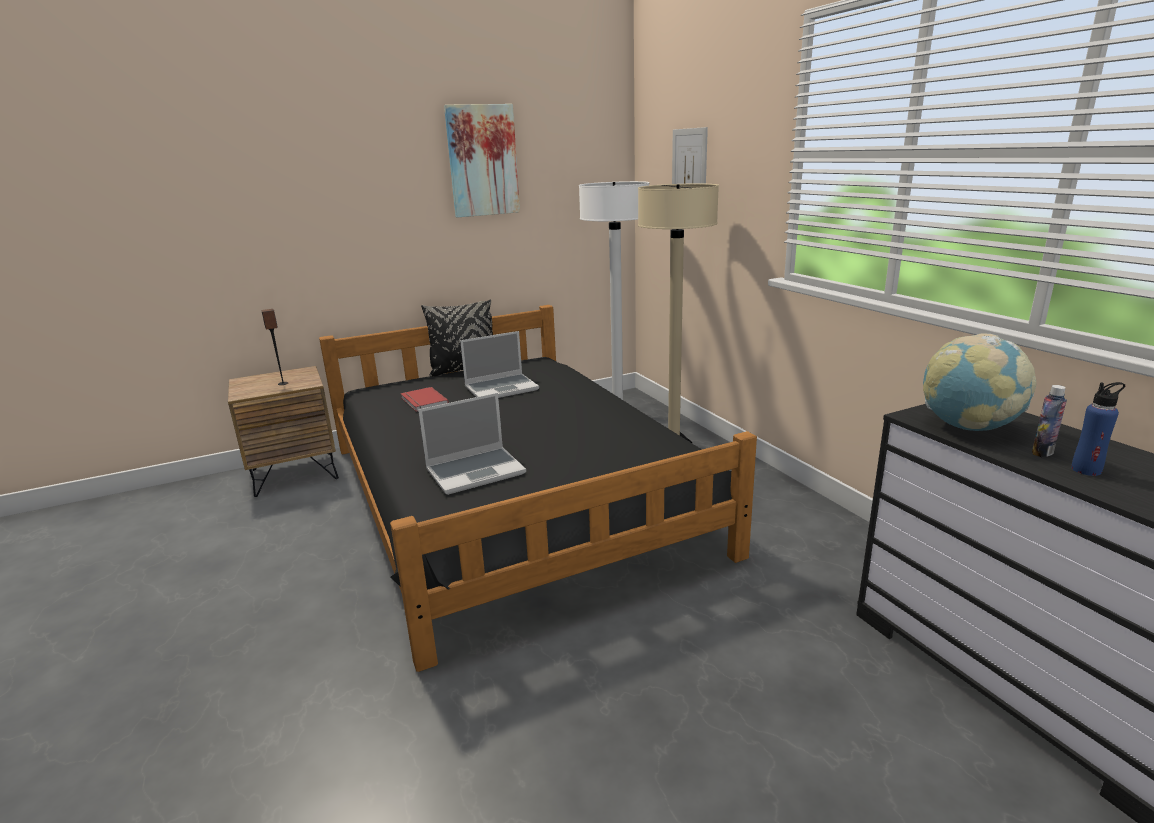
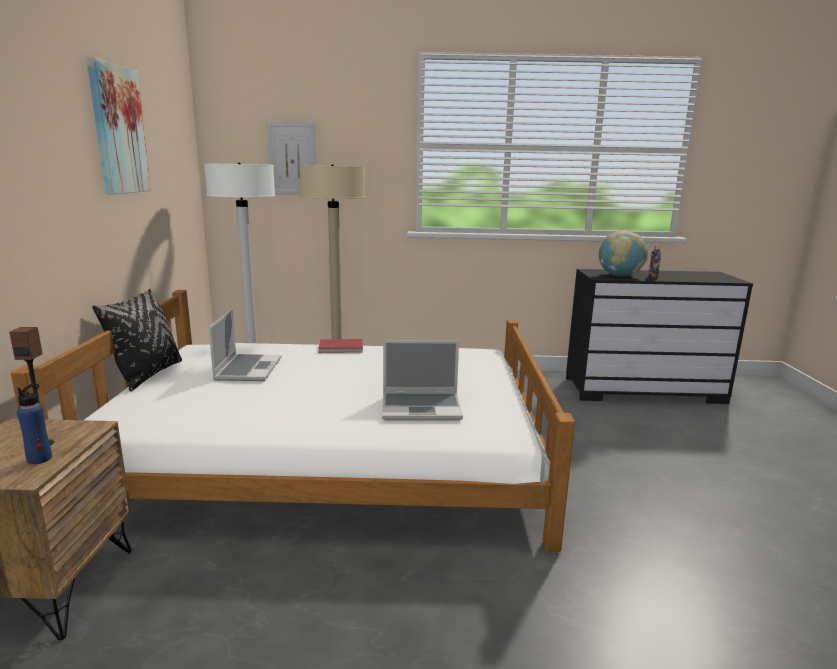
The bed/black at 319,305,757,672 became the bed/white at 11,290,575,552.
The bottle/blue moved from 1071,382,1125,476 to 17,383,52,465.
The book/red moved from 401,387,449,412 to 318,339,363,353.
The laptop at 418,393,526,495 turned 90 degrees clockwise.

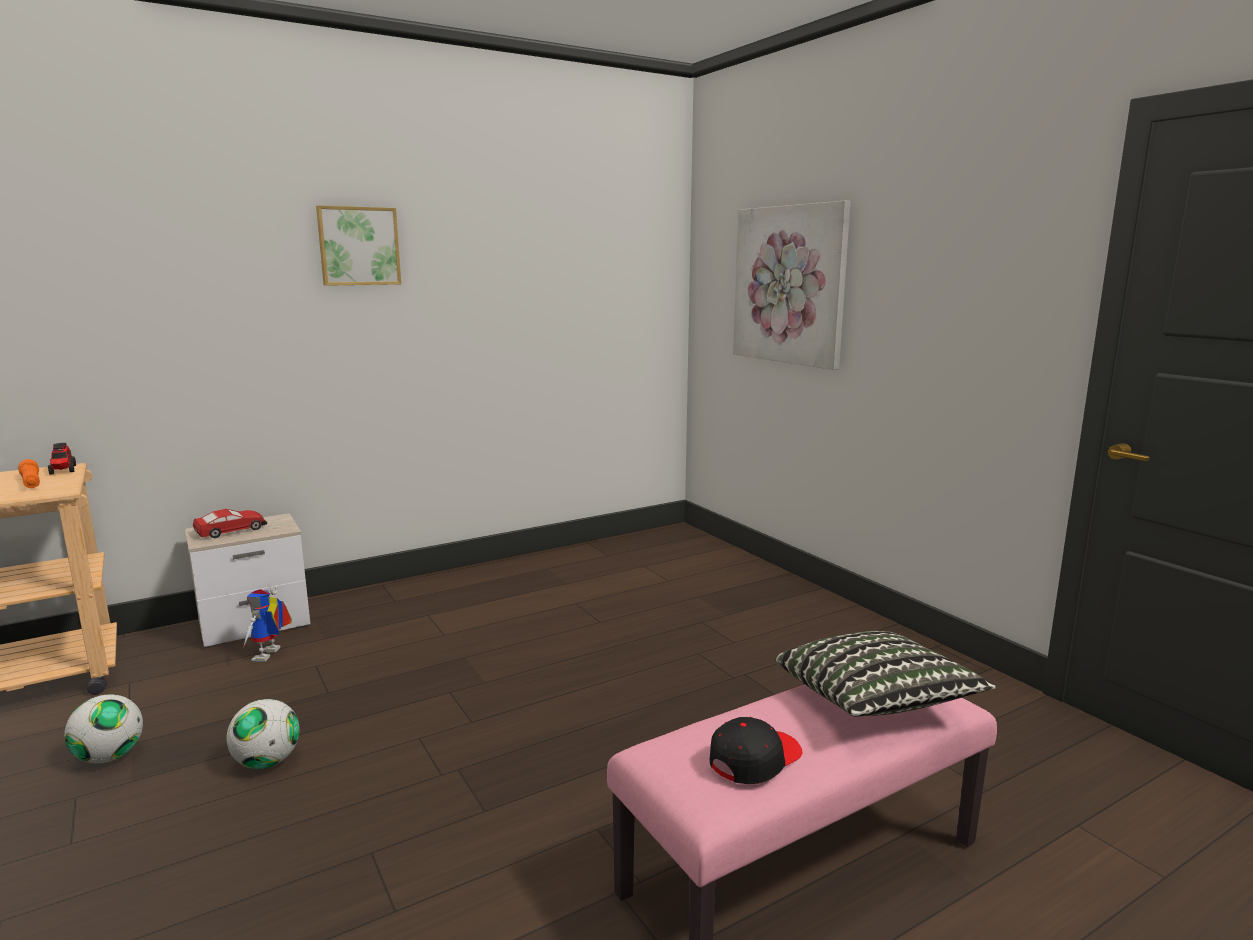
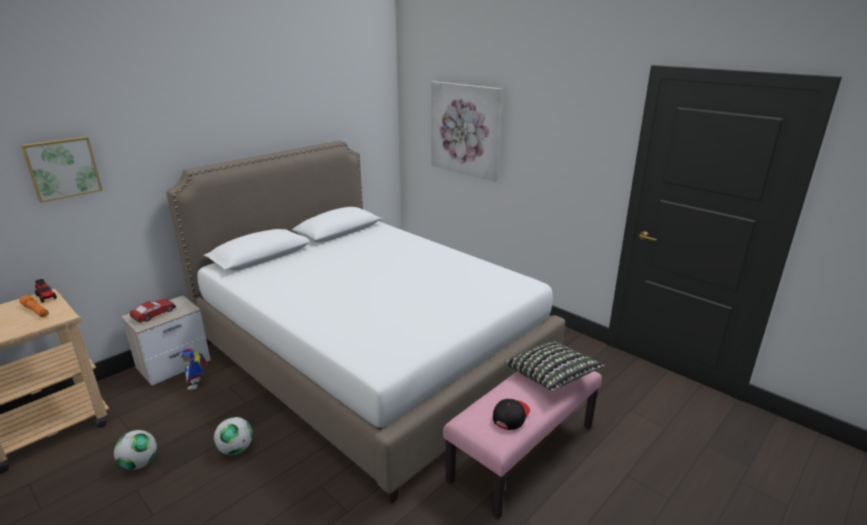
The picture moved from 316,205,401,286 to 21,136,103,203.
The bed/white at 166,141,565,504 appeared.

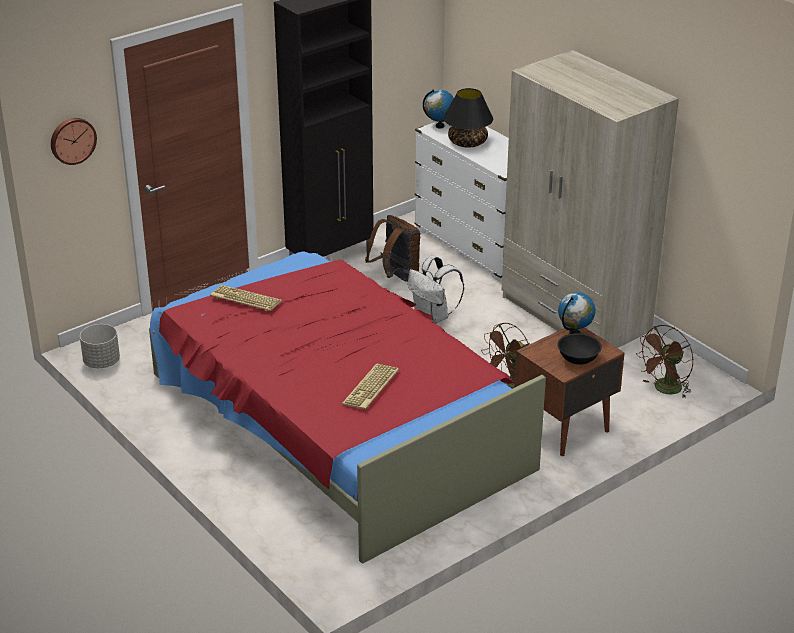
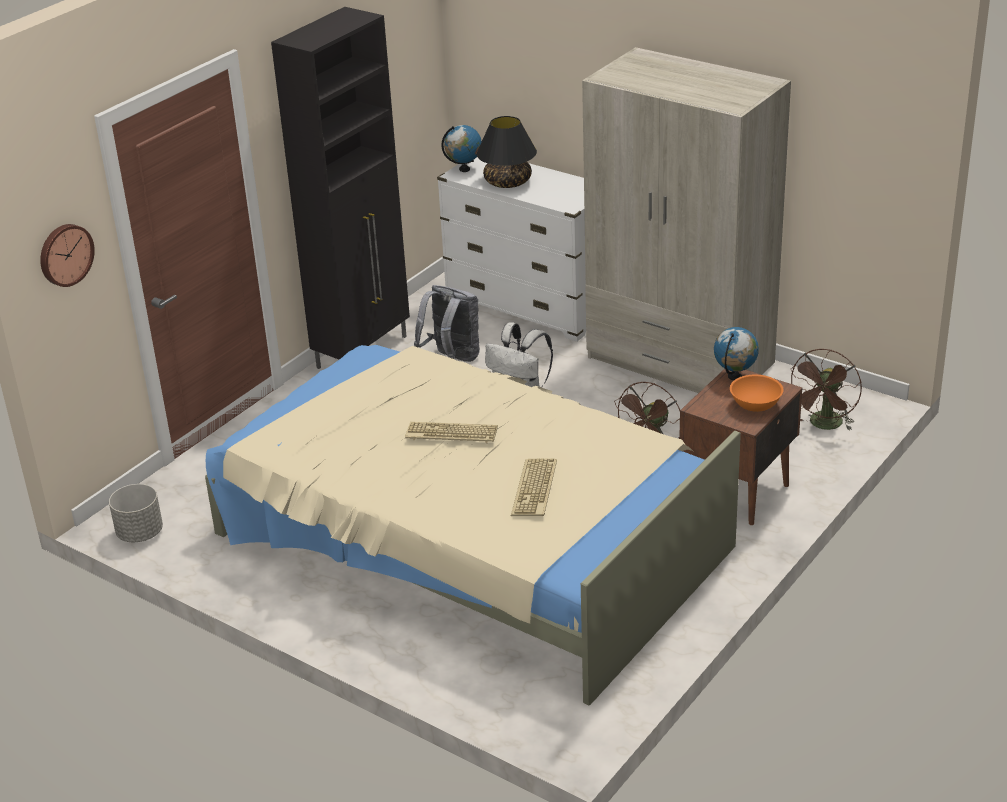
The backpack/brown at 365,215,421,282 became the backpack/grey at 414,285,480,362.
The bed/red at 149,251,546,564 became the bed/beige at 205,345,741,706.
The keyboard moved from 210,285,282,311 to 405,422,498,443.
The bowl/black at 557,333,602,365 became the bowl/orange at 730,375,784,412.

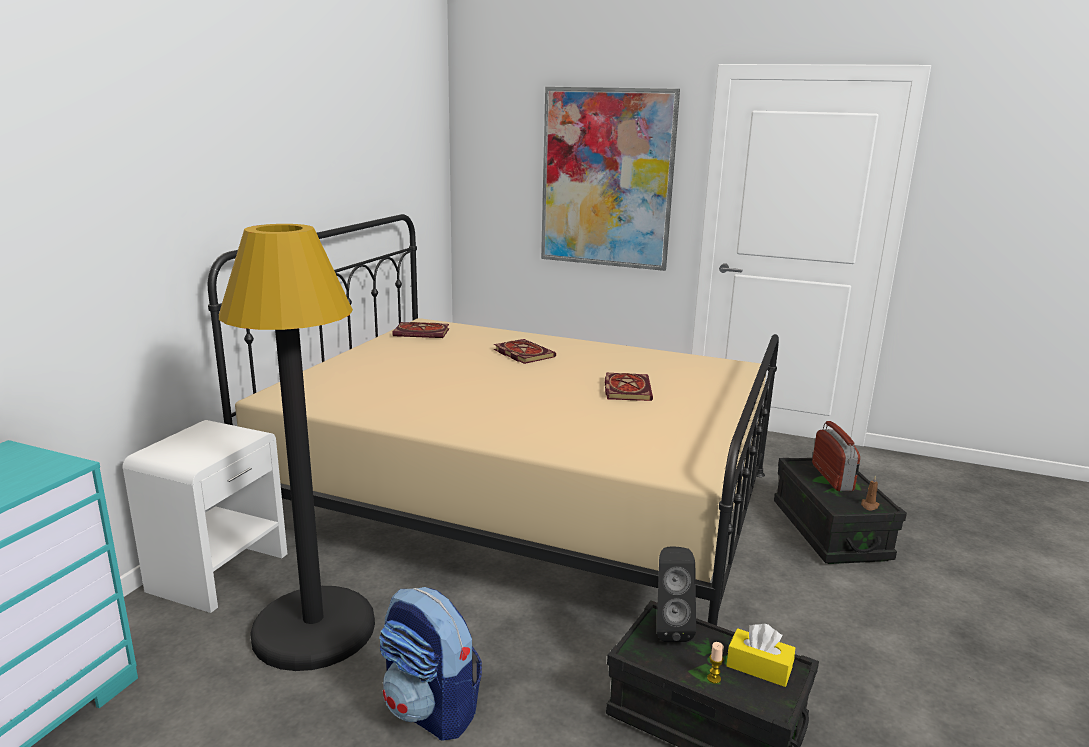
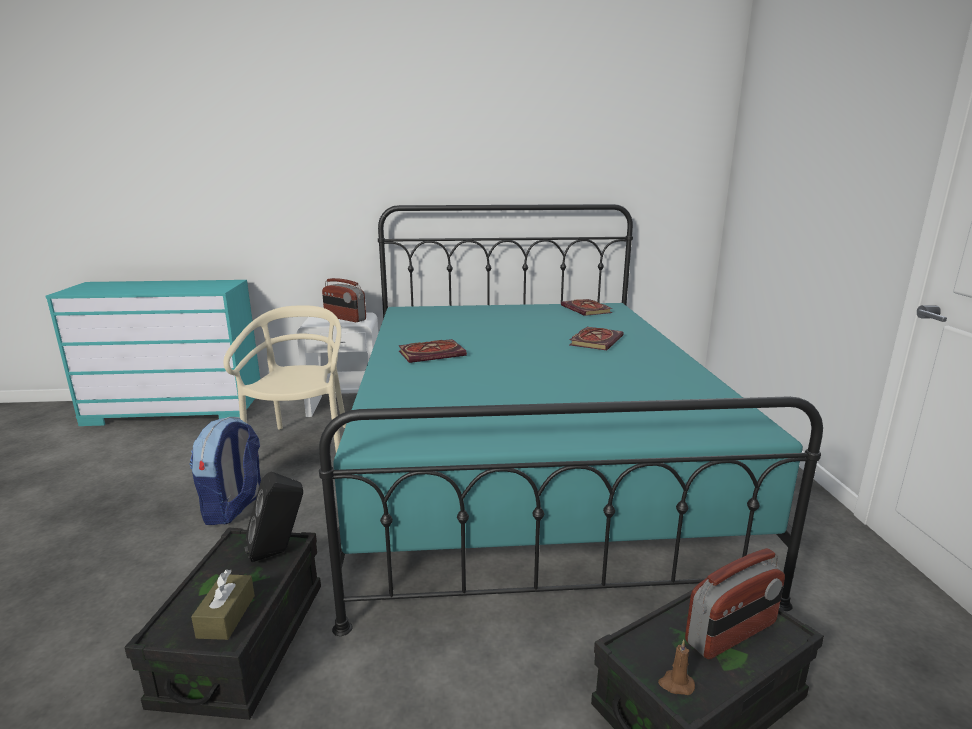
The picture at 541,87,680,271 disappeared.
The bed/beige at 208,214,779,626 became the bed/turquoise at 319,204,823,636.
The floor lamp/black at 219,224,375,671 was replaced by the chair/beige at 223,305,347,453.
The book moved from 605,373,653,401 to 398,339,467,363.
The tissue box/yellow at 726,624,795,687 became the tissue box/brown at 191,569,255,640.
The candle at 707,642,724,684 disappeared.
The radio at 322,278,366,322 appeared.

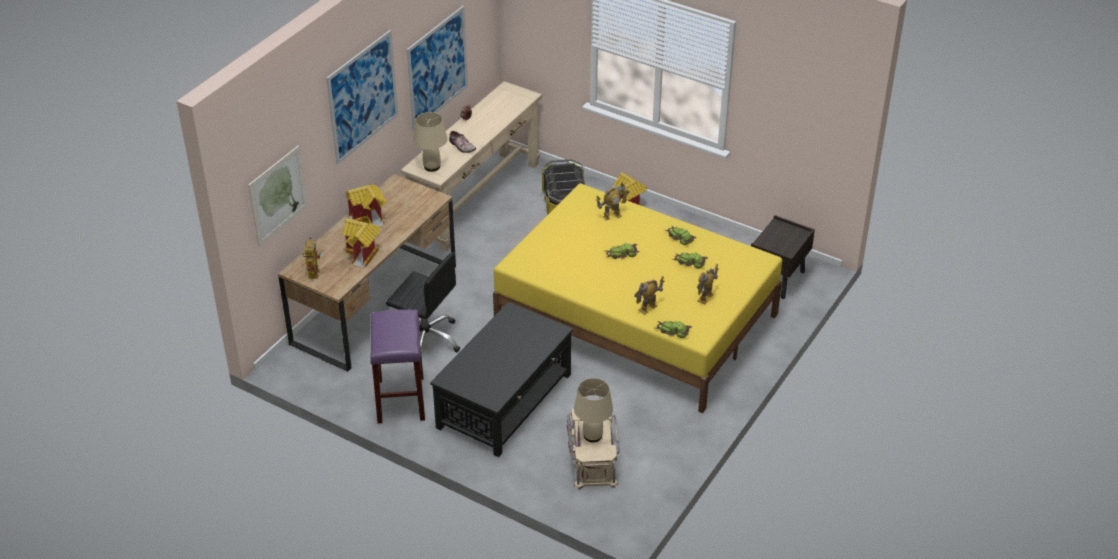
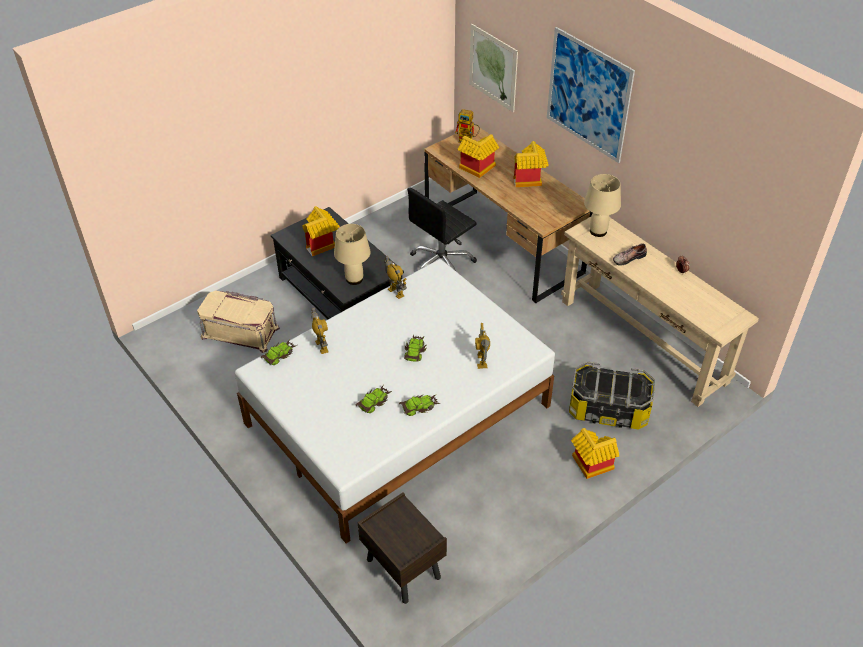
The picture at 407,6,468,132 disappeared.
The bed/yellow at 493,184,782,413 became the bed/white at 235,259,555,544.
The toy robot moved from 697,264,719,304 to 384,256,407,299.
The stool/purple at 370,309,425,424 disappeared.
The table lamp/beige moved from 574,378,613,442 to 334,224,371,285.
The toy house at 302,206,340,256 appeared.

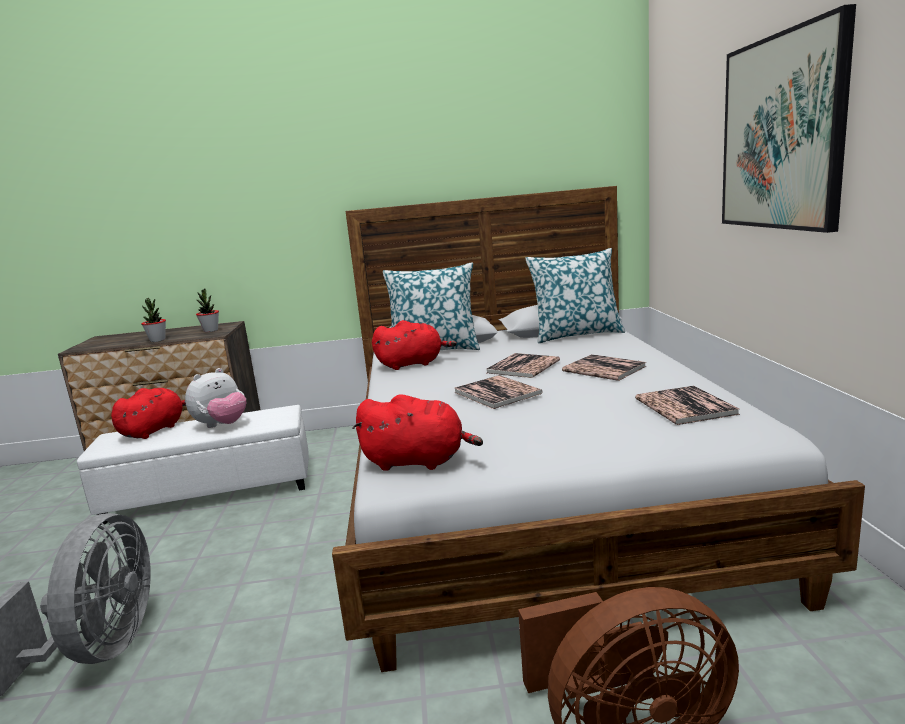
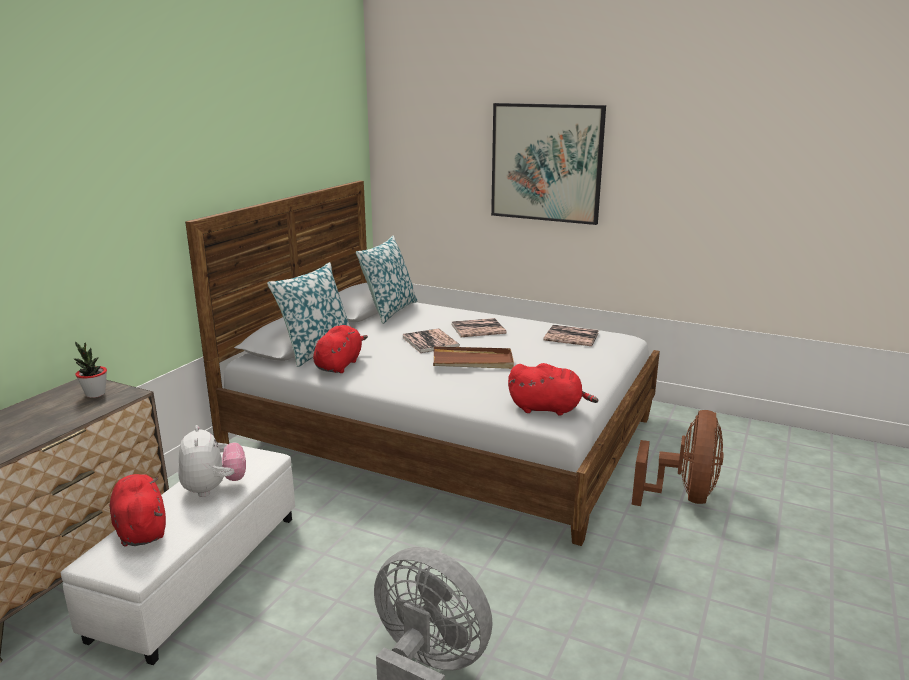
The potted plant at 141,298,166,342 disappeared.
The book at 454,375,543,409 was replaced by the tray/brown at 433,346,514,369.
The plush toy/red at 352,394,483,471 turned 60 degrees clockwise.

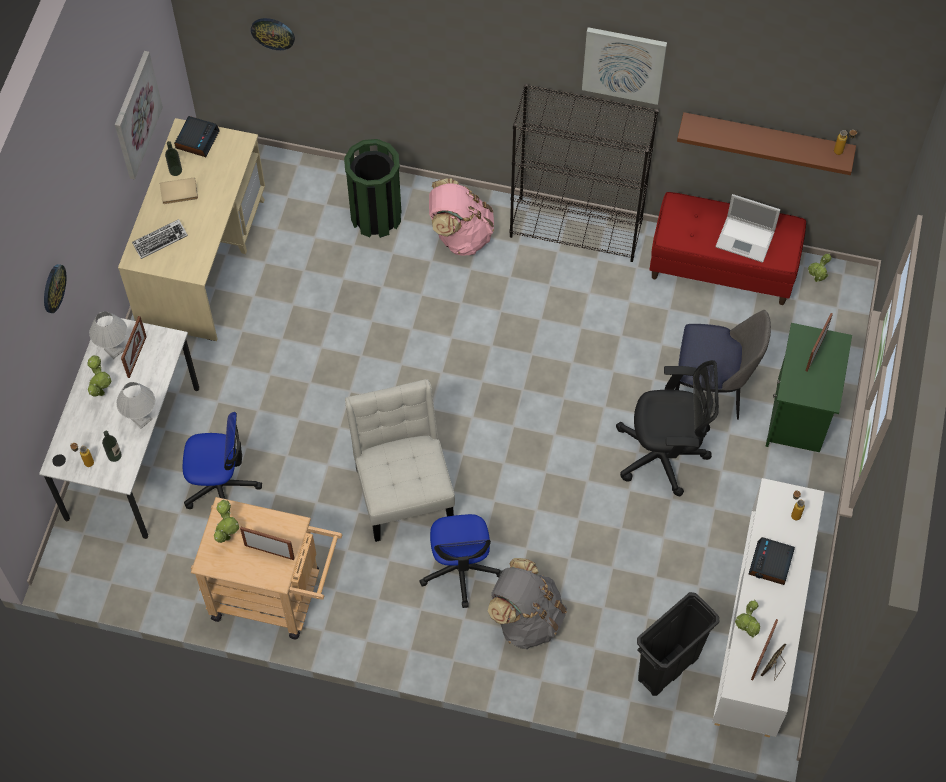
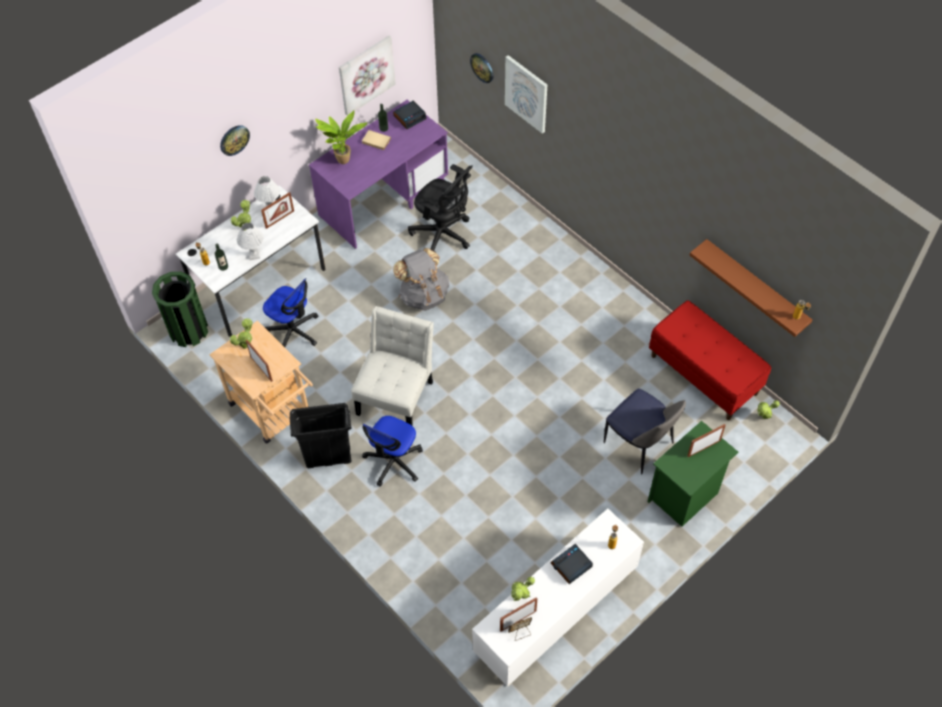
The picture moved from 582,27,667,105 to 505,55,547,134.
The bookcase/black at 510,84,659,262 disappeared.
The desk/beige at 118,118,265,341 became the desk/purple at 309,100,448,249.
The trash can/green moved from 344,139,402,238 to 152,272,208,347.
The backpack/pink at 429,178,494,256 disappeared.
The laptop at 715,194,781,263 disappeared.
The keyboard at 132,219,188,259 was replaced by the potted plant at 315,111,367,164.
The office chair/black moved from 616,360,719,496 to 408,164,473,252.
The backpack/grey moved from 488,558,567,649 to 393,248,449,311.
The trash can/black moved from 637,592,719,696 to 290,403,352,468.

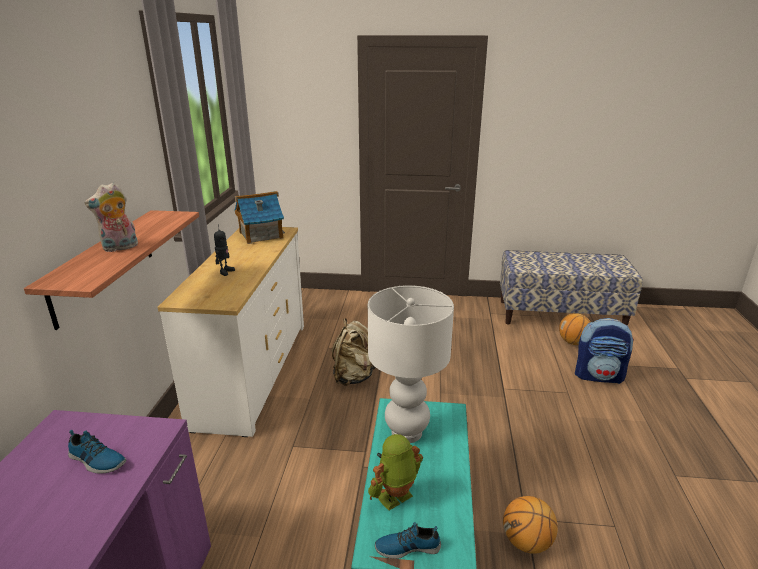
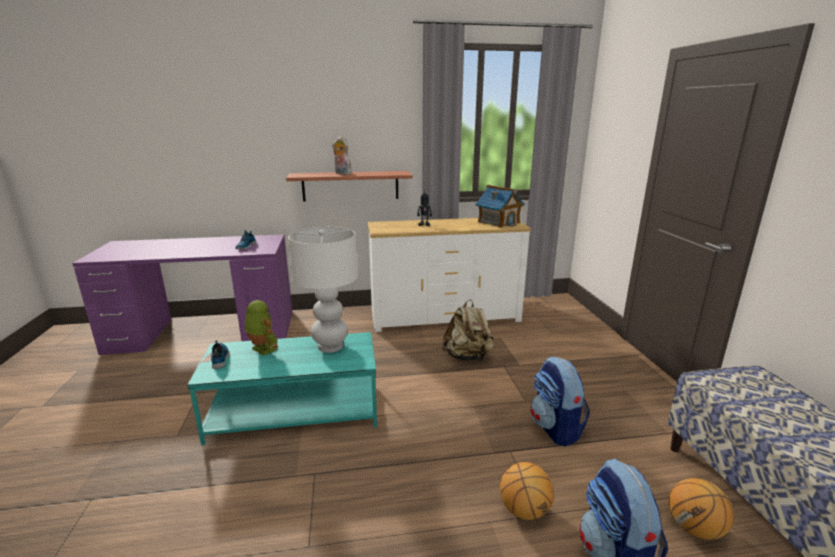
The basketball moved from 503,496,558,554 to 500,462,554,520.
The backpack at 531,356,590,447 appeared.

